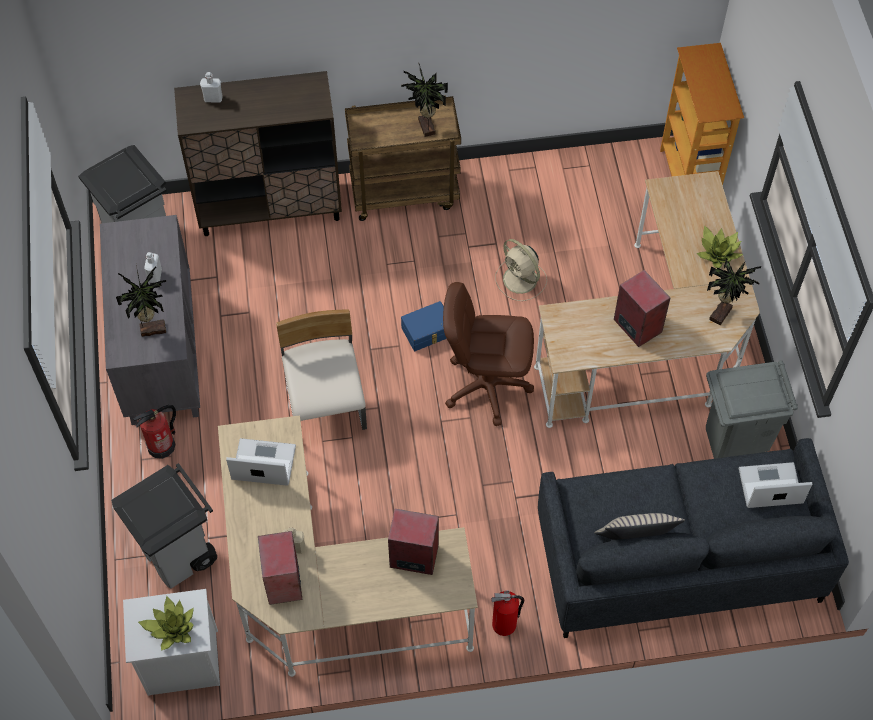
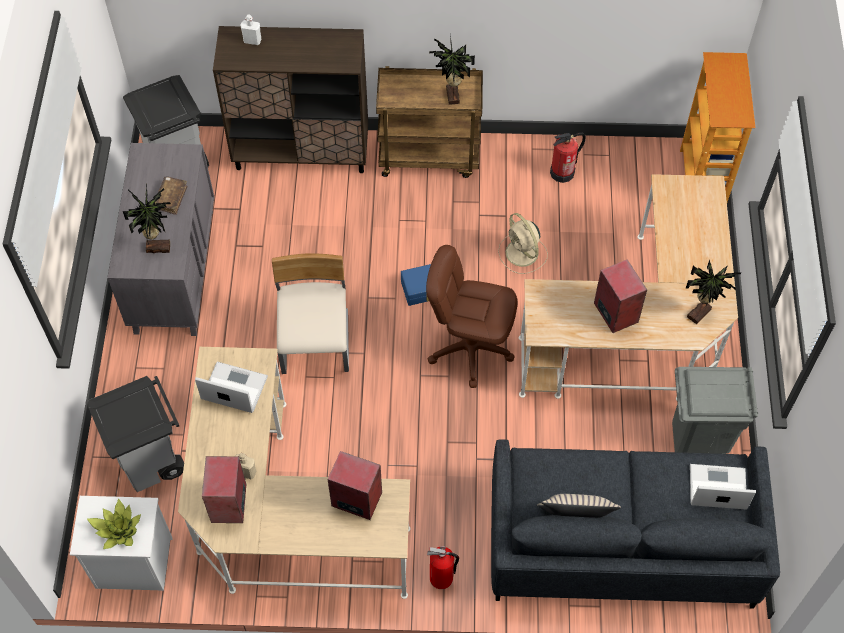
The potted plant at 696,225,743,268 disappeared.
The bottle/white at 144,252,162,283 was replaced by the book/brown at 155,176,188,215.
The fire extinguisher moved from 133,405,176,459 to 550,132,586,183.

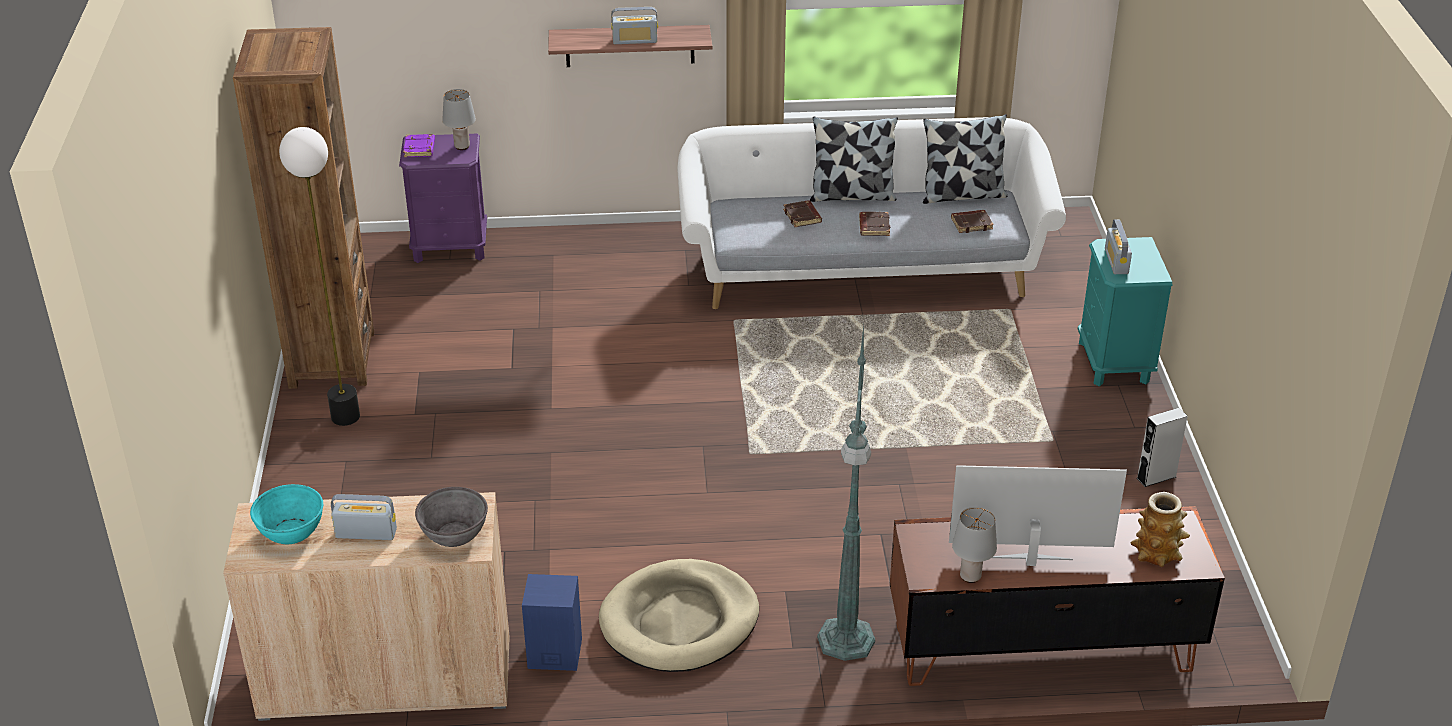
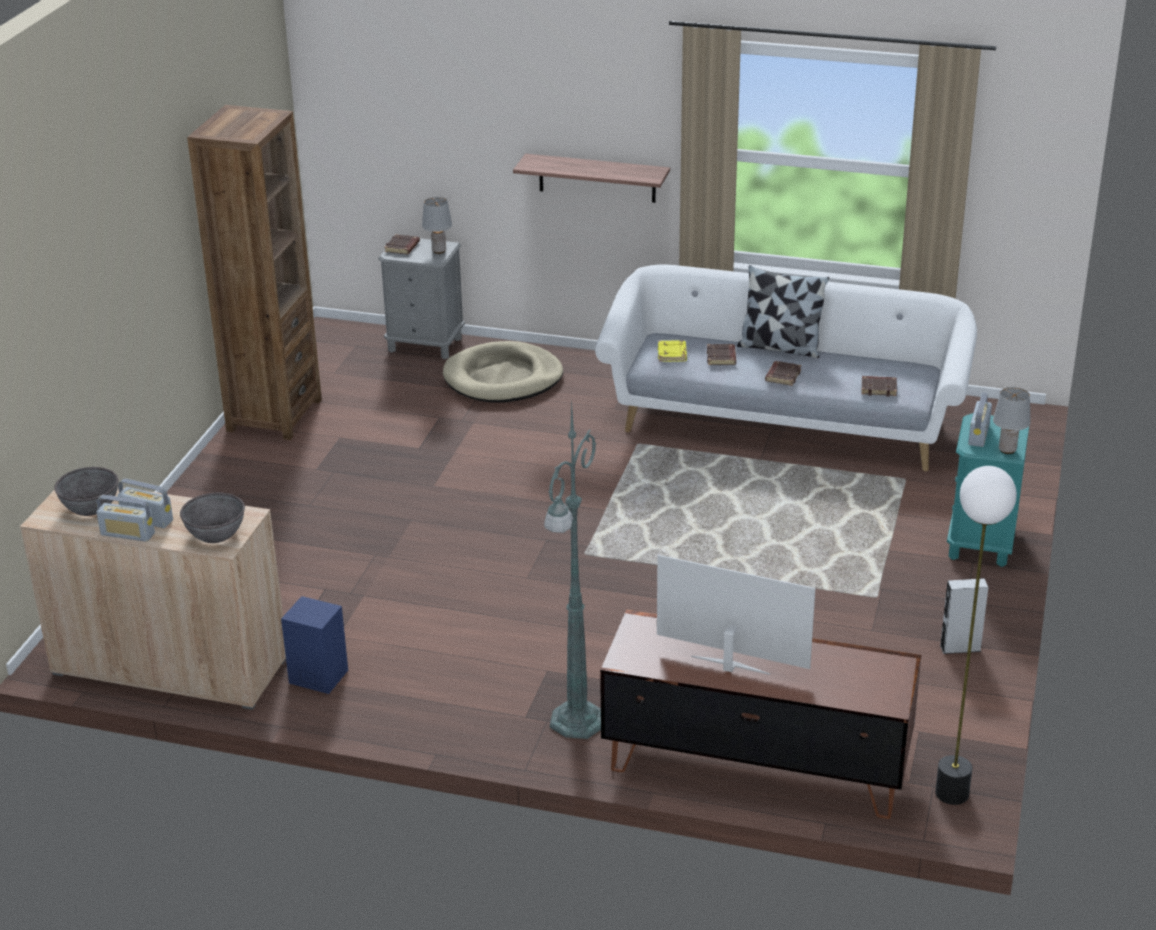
The radio moved from 611,7,658,44 to 96,495,155,542.
The pillow at 923,114,1007,204 disappeared.
The floor lamp moved from 279,127,360,426 to 935,466,1017,805.
The nightstand/purple at 399,134,487,263 became the nightstand/grey at 378,239,465,359.
The book/purple at 403,134,435,157 became the book/brown at 384,234,420,255.
The bowl/turquoise at 250,484,323,544 became the bowl/grey at 54,467,118,516.
The vase at 1130,492,1190,567 disappeared.
The table lamp/grey moved from 952,507,997,583 to 993,387,1030,454.
The dog bed/beige moved from 599,559,759,672 to 443,341,563,403.
The book/yellow at 658,341,687,362 appeared.

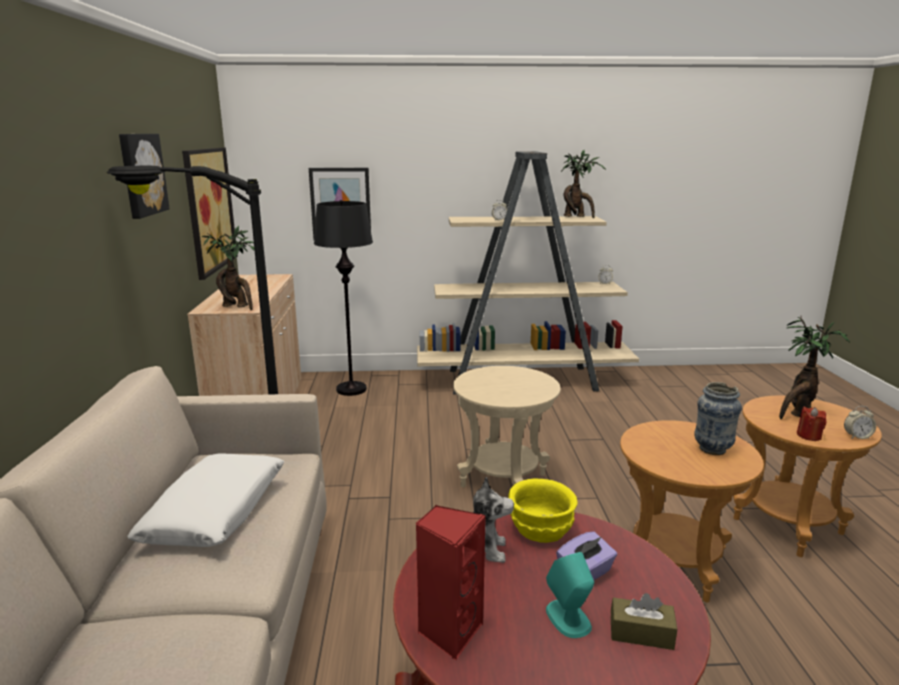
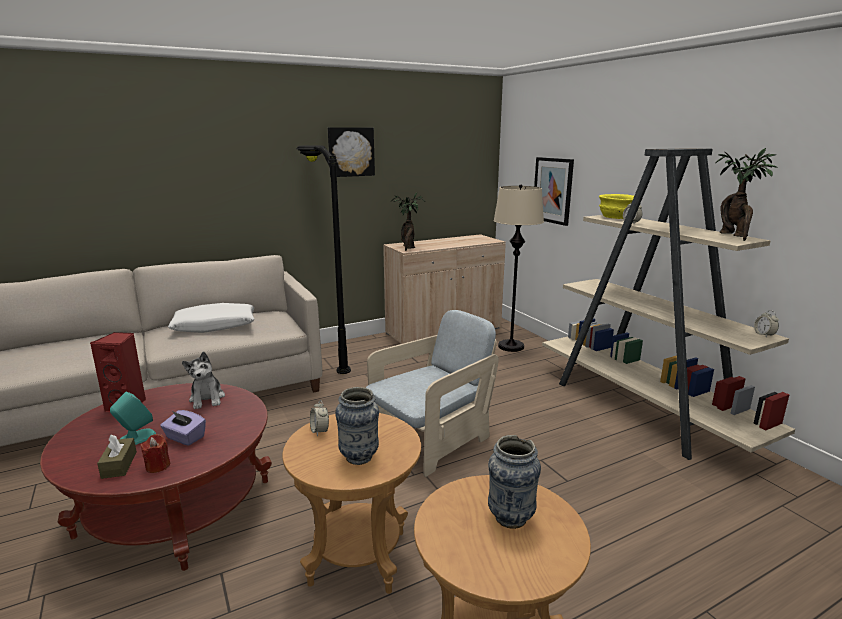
The picture at 182,148,238,280 disappeared.
The floor lamp/black at 314,200,373,396 became the floor lamp/beige at 494,184,544,352.
The potted plant at 779,316,850,419 was replaced by the vase at 488,435,541,529.
The side table/beige at 453,366,561,487 was replaced by the armchair/beige at 366,310,499,477.
The candle/red moved from 797,406,826,441 to 140,434,170,473.
The alarm clock moved from 844,406,876,439 to 310,400,329,436.
The bowl/yellow moved from 508,479,578,543 to 599,194,634,219.

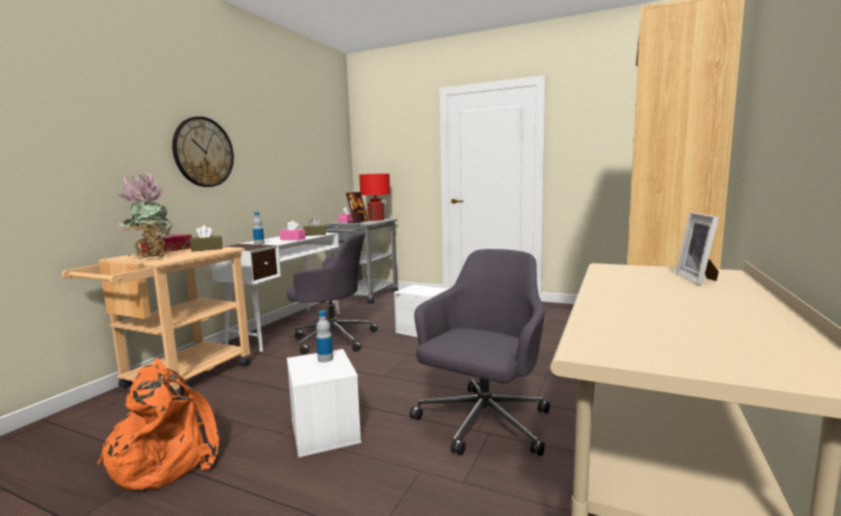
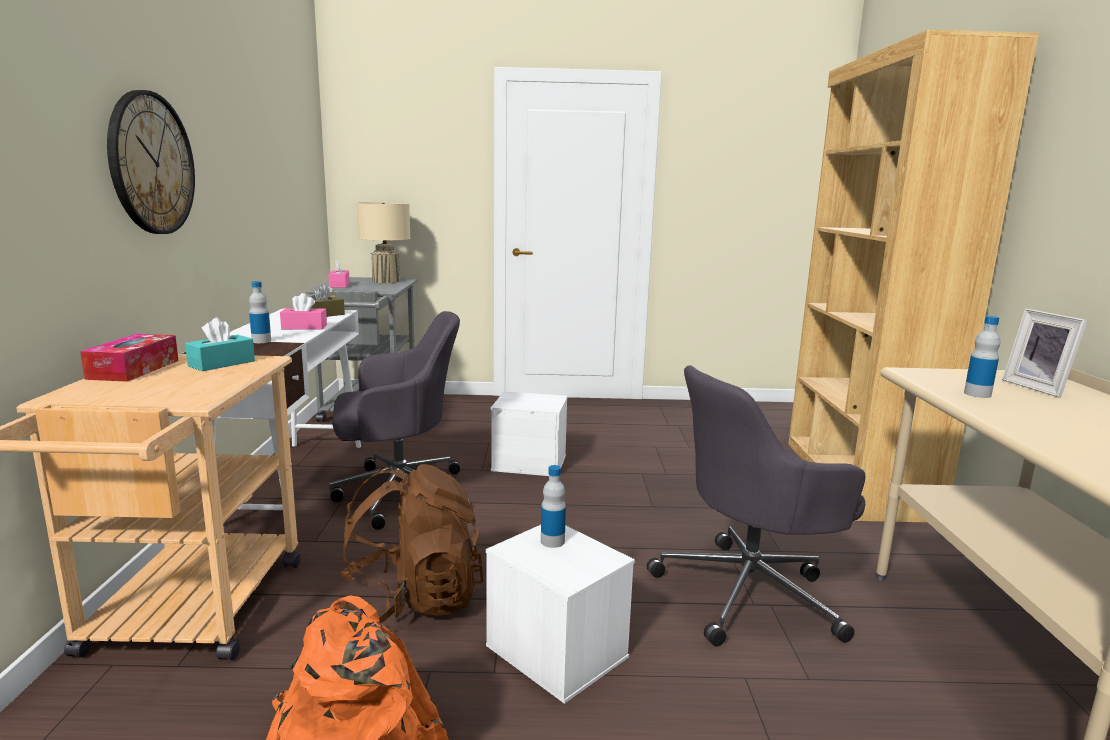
The potted plant at 118,171,173,259 disappeared.
The table lamp/red at 359,174,390,221 became the table lamp/beige at 357,202,411,283.
The picture frame at 346,192,368,223 disappeared.
The tissue box/brown at 190,225,223,252 became the tissue box/turquoise at 185,317,255,371.
The office chair/grey at 410,249,550,456 turned 120 degrees counterclockwise.
The bottle at 964,316,1000,398 appeared.
The backpack/brown at 338,464,483,623 appeared.

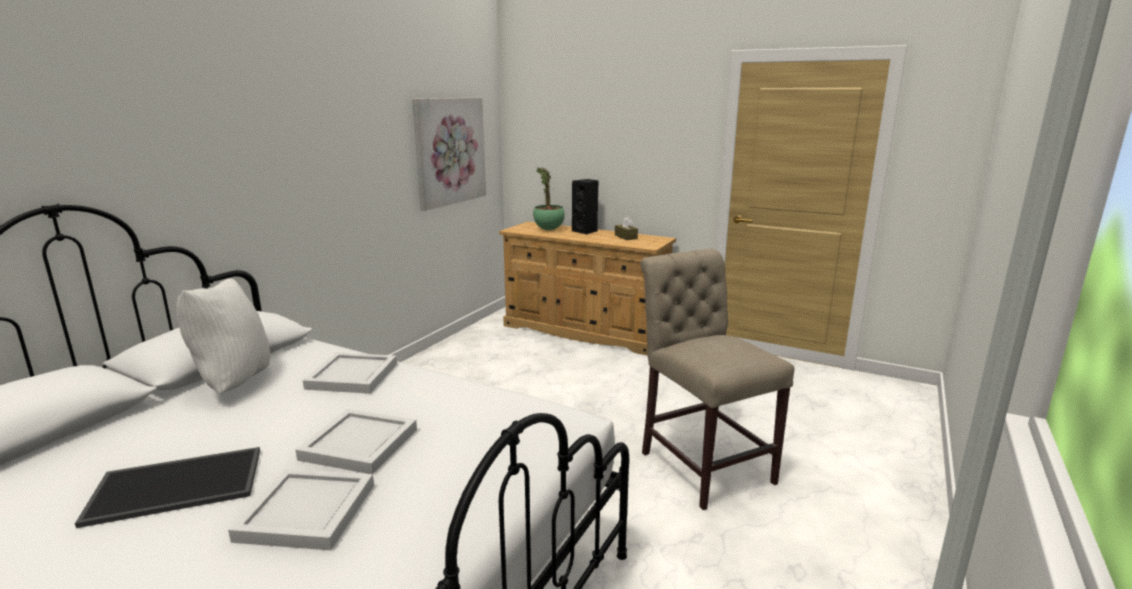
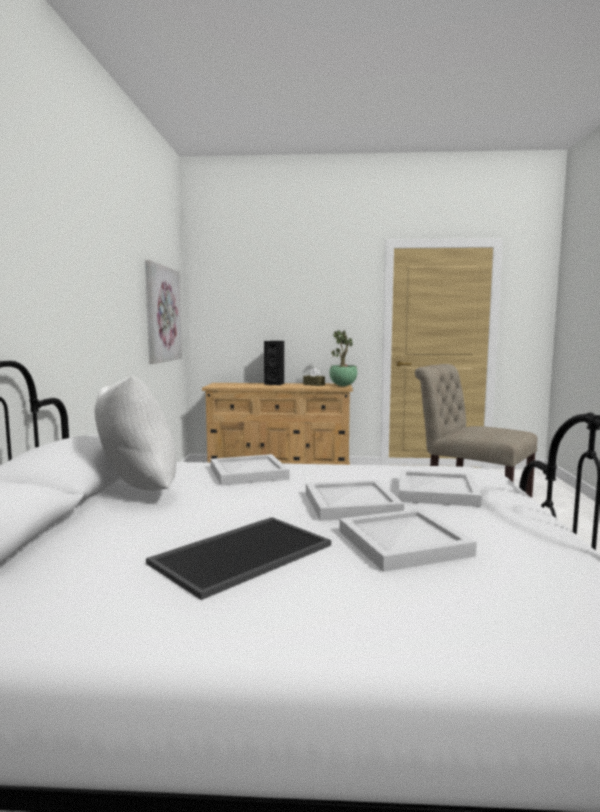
The potted plant moved from 533,167,565,230 to 329,330,357,386.
The tray/white at 399,470,482,507 appeared.

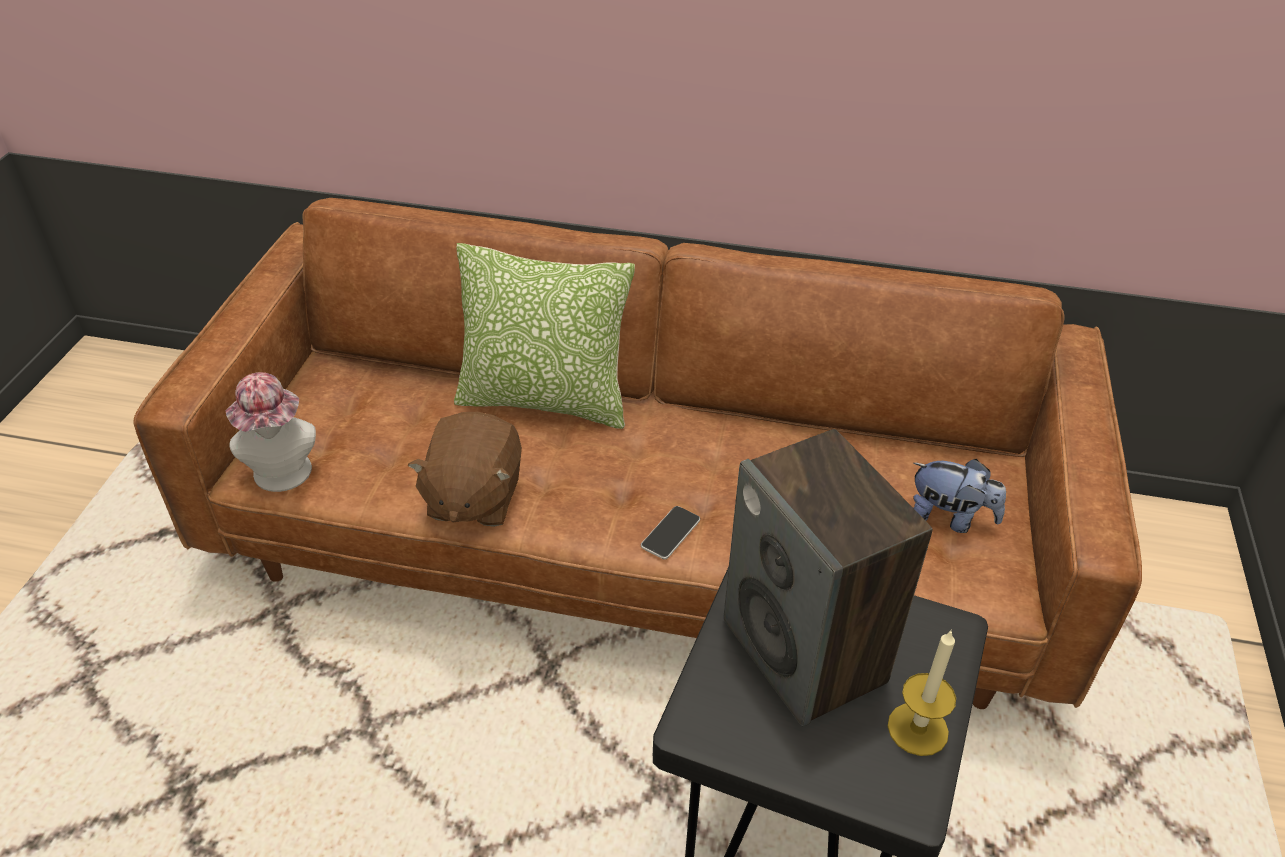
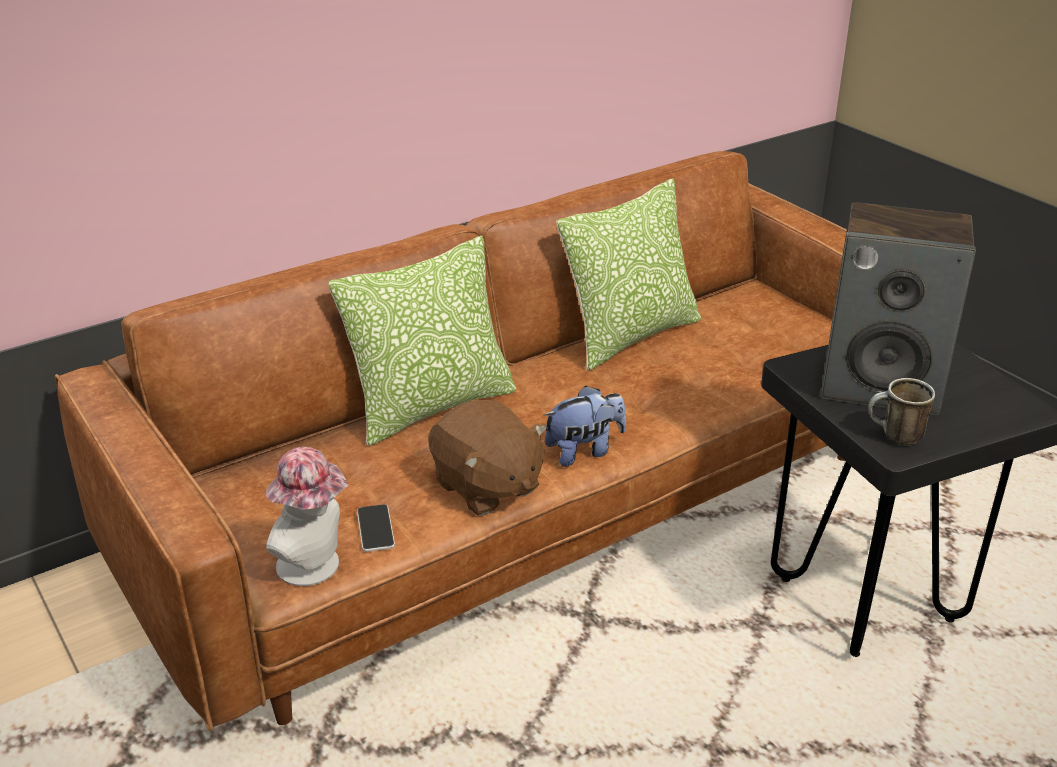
The plush toy moved from 913,459,1006,533 to 543,386,626,467.
The phone moved from 641,506,700,559 to 357,504,395,552.
The candle at 888,629,956,756 disappeared.
The pillow at 556,178,701,371 appeared.
The mug at 869,378,935,446 appeared.

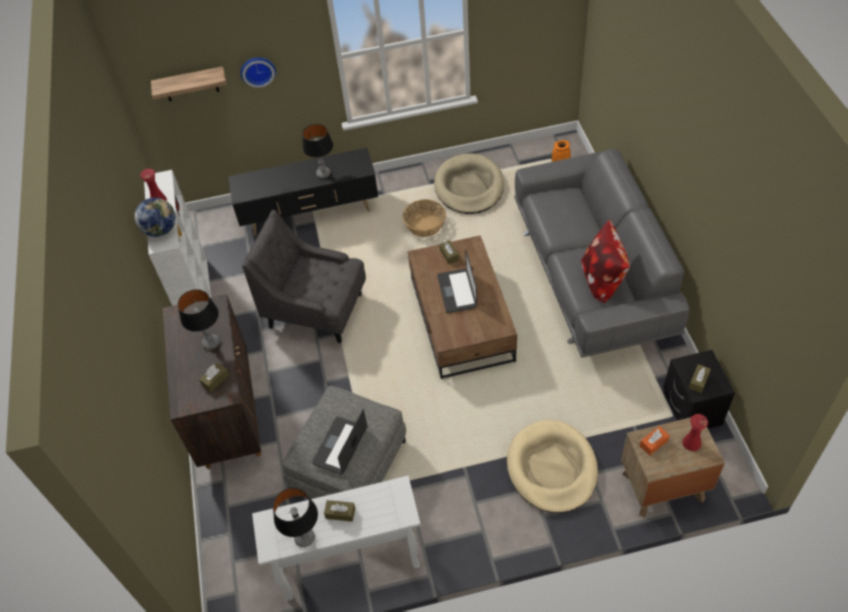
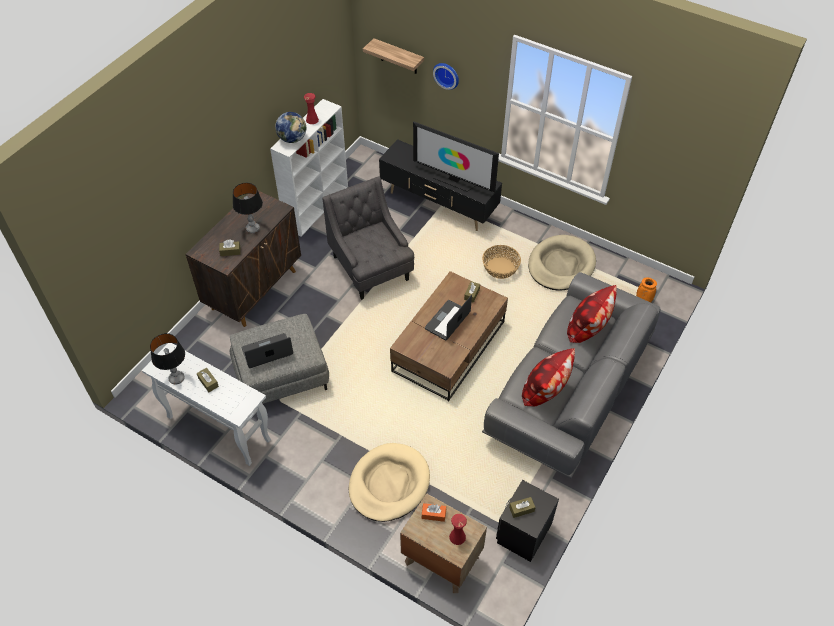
The table lamp at 302,124,333,179 was replaced by the television at 413,121,499,192.
The pillow at 567,285,617,343 appeared.

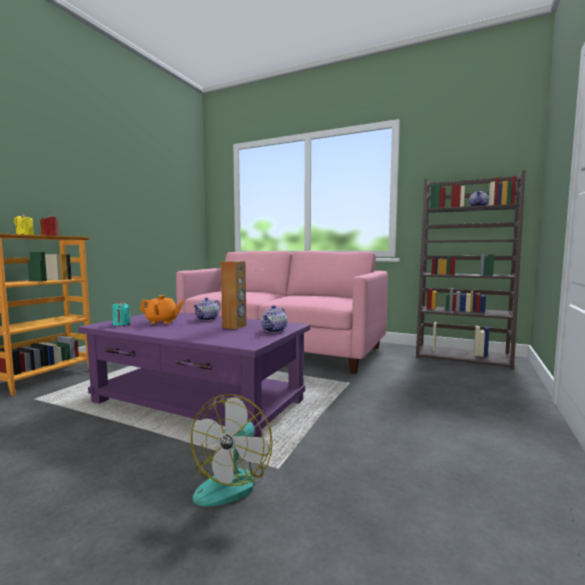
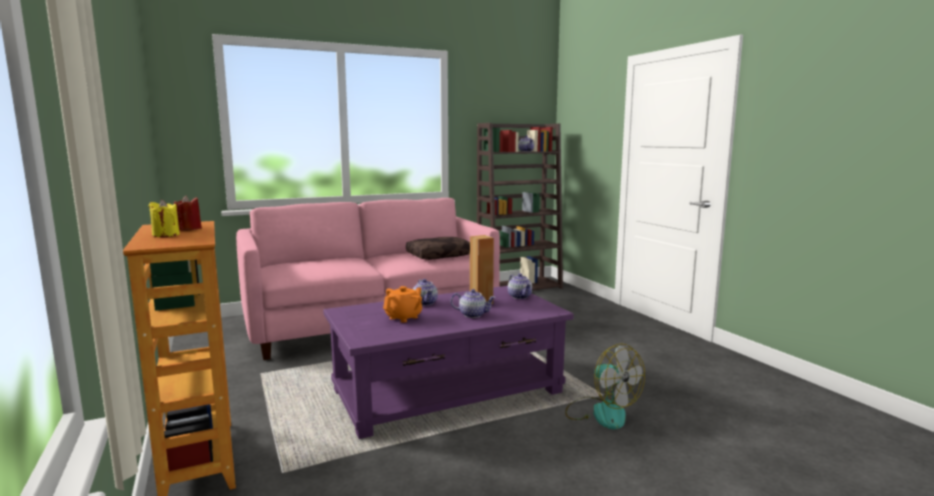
The candle/turquoise at 112,301,131,326 disappeared.
The pillow/brown at 406,237,470,260 appeared.
The teapot at 451,289,496,318 appeared.

